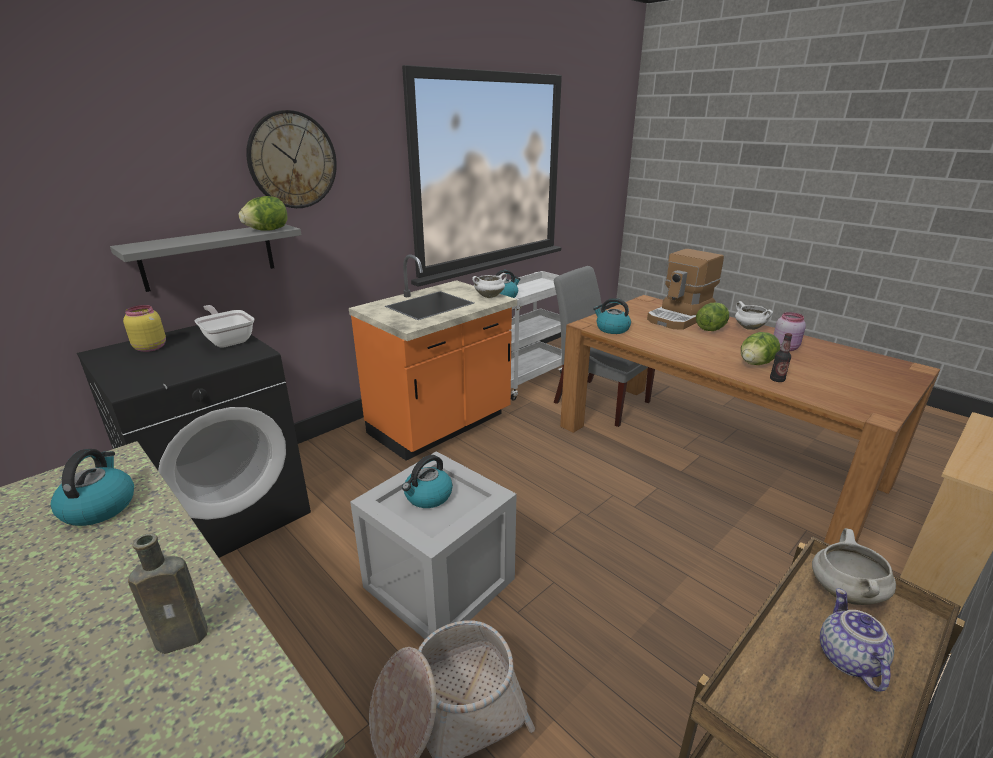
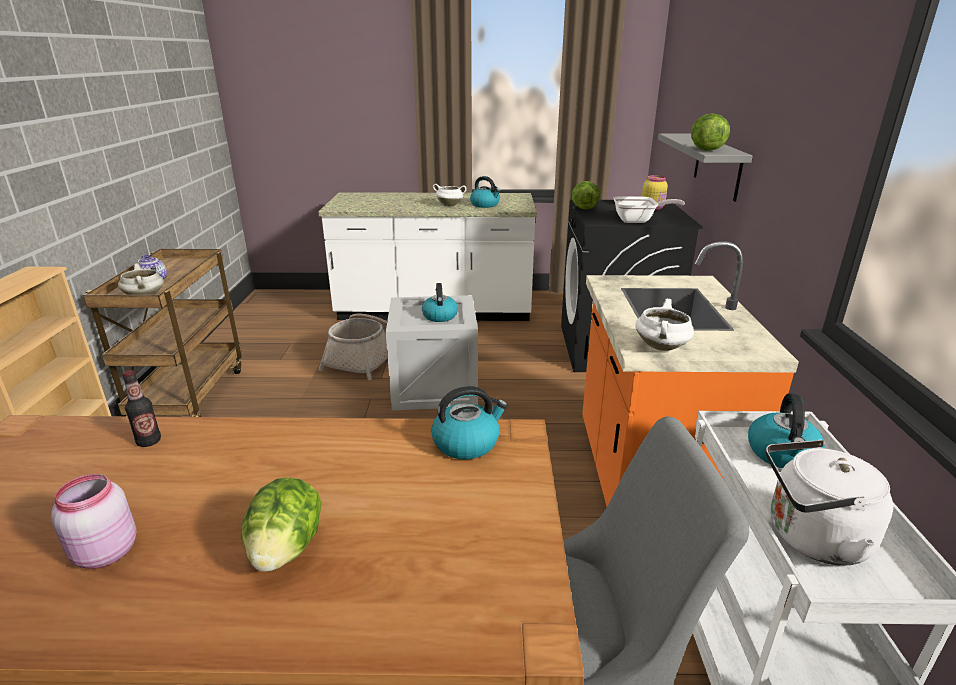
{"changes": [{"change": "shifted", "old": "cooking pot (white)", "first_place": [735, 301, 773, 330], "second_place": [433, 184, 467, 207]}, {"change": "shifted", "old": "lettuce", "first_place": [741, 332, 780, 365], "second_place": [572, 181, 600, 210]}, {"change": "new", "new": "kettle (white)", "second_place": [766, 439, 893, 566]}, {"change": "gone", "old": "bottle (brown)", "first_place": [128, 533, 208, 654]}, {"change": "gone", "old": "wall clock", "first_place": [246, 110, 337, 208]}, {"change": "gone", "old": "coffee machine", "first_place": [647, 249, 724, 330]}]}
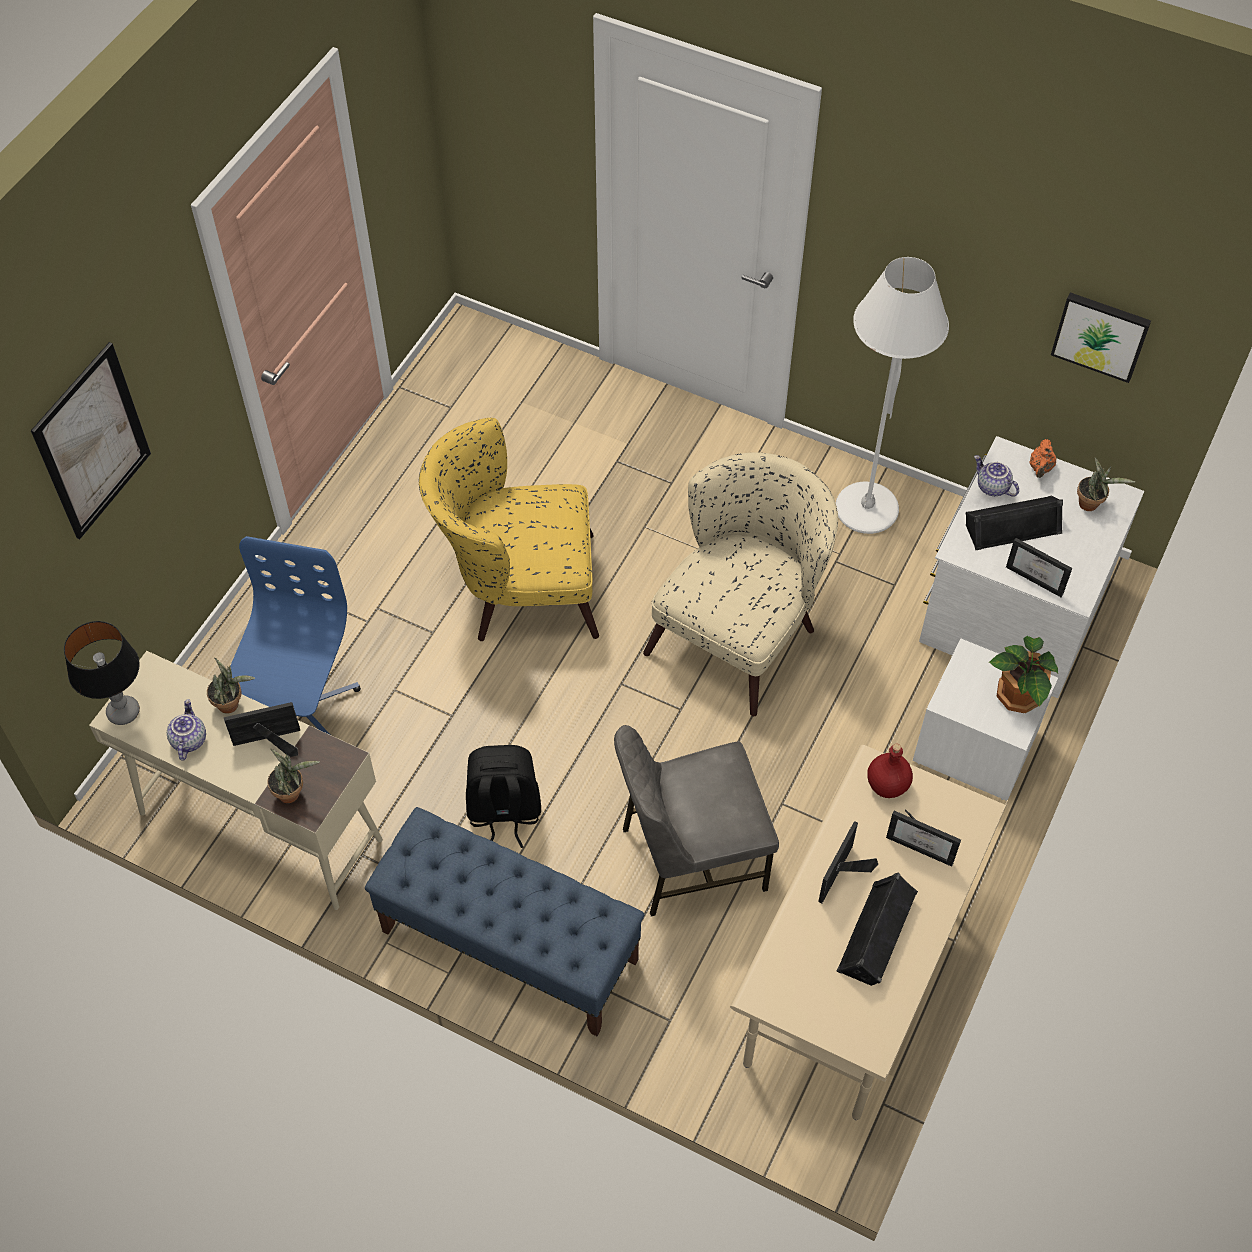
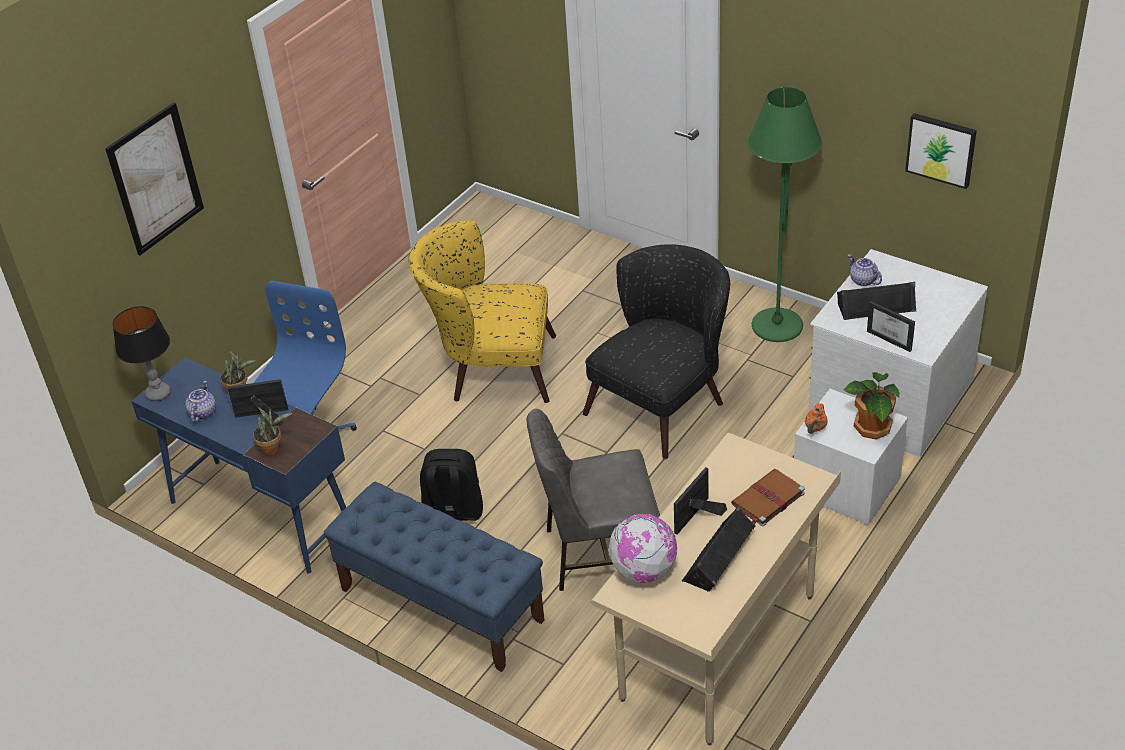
{"changes": [{"change": "repainted", "old": "desk (beige)", "new": "desk (blue)", "first_place": [89, 651, 383, 910], "second_place": [131, 357, 346, 574]}, {"change": "repainted", "old": "armchair (beige)", "new": "armchair (black)", "first_place": [643, 452, 838, 716], "second_place": [583, 244, 730, 459]}, {"change": "new", "new": "globe", "second_place": [608, 513, 677, 583]}, {"change": "swapped", "old": "picture frame", "new": "book (brown)", "first_place": [886, 809, 961, 867], "second_place": [731, 469, 805, 527]}, {"change": "repainted", "old": "floor lamp (white)", "new": "floor lamp (green)", "first_place": [836, 257, 949, 534], "second_place": [747, 87, 822, 342]}, {"change": "shifted", "old": "teapot (orange)", "first_place": [1029, 439, 1056, 478], "second_place": [805, 403, 828, 434]}, {"change": "gone", "old": "bottle (red)", "first_place": [867, 744, 913, 798]}, {"change": "gone", "old": "potted plant", "first_place": [1077, 457, 1135, 511]}]}
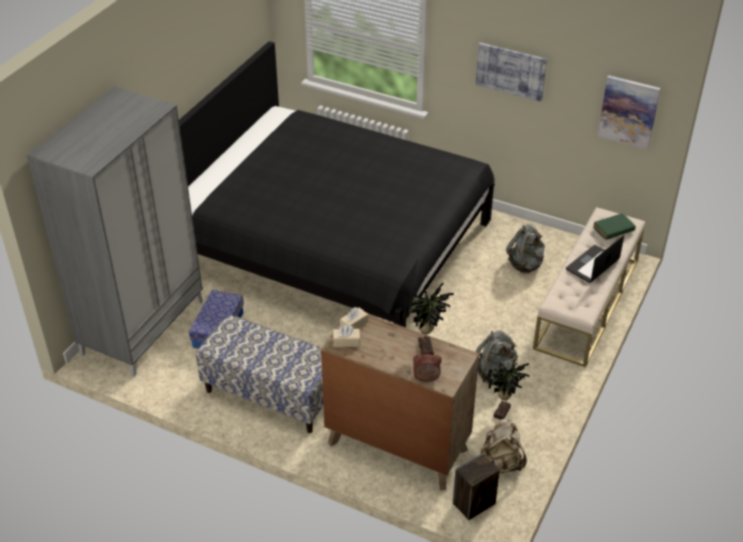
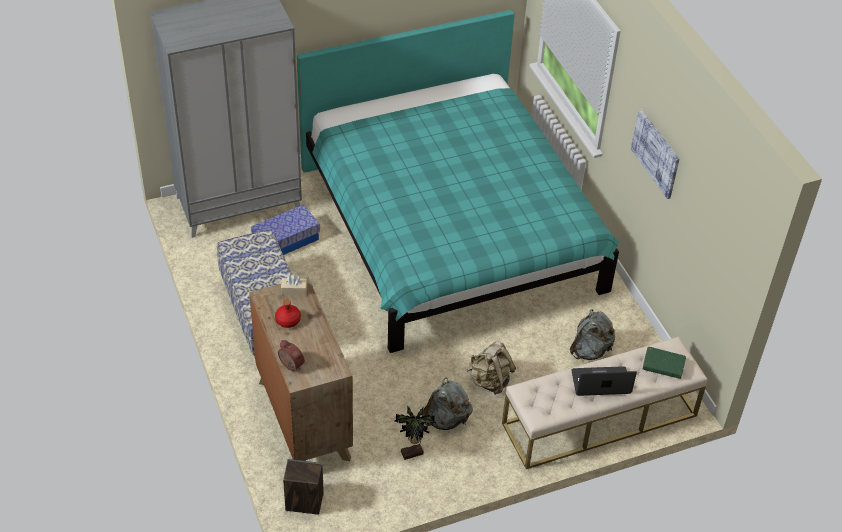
{"changes": [{"change": "new", "new": "bottle (red)", "second_place": [275, 300, 301, 328]}, {"change": "repainted", "old": "bed (black)", "new": "bed (turquoise)", "first_place": [179, 41, 495, 328], "second_place": [297, 10, 619, 353]}, {"change": "shifted", "old": "backpack (beige)", "first_place": [480, 419, 527, 474], "second_place": [467, 341, 516, 395]}, {"change": "gone", "old": "tissue box (beige)", "first_place": [333, 325, 360, 347]}, {"change": "gone", "old": "potted plant", "first_place": [406, 283, 454, 355]}, {"change": "gone", "old": "picture", "first_place": [598, 75, 661, 149]}]}
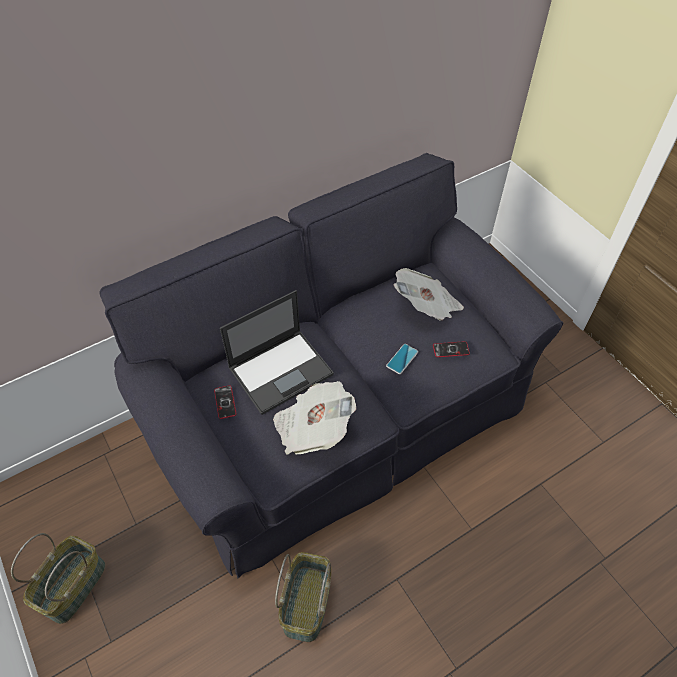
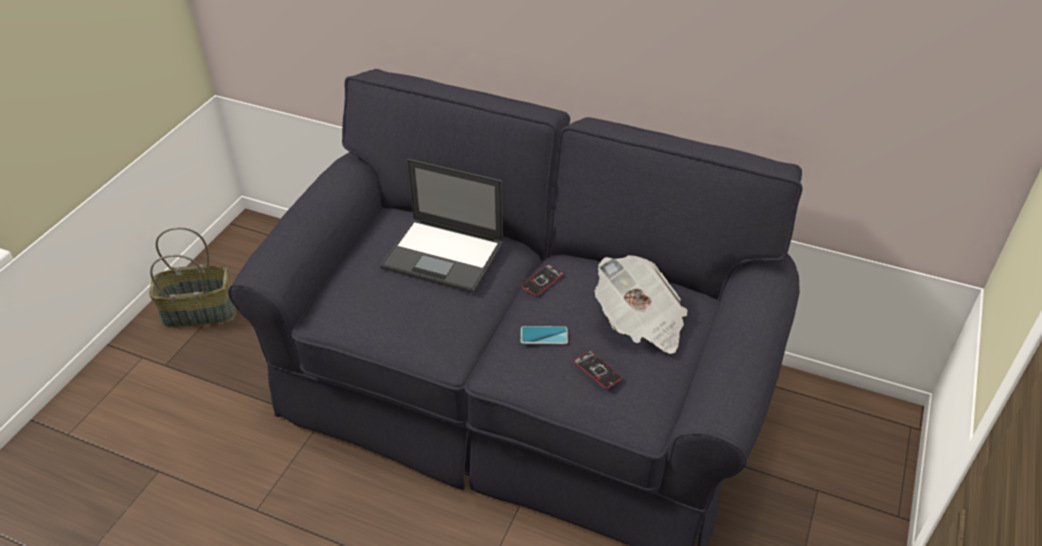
{"changes": [{"change": "shifted", "old": "phone", "first_place": [214, 385, 237, 419], "second_place": [521, 265, 564, 296]}, {"change": "gone", "old": "newspaper", "first_place": [273, 381, 356, 455]}, {"change": "gone", "old": "basket", "first_place": [275, 552, 331, 642]}]}
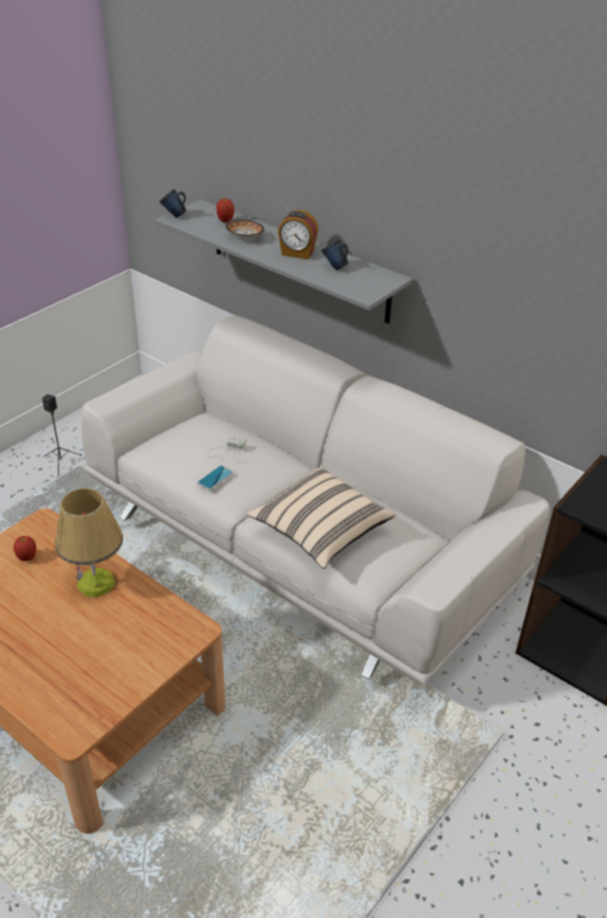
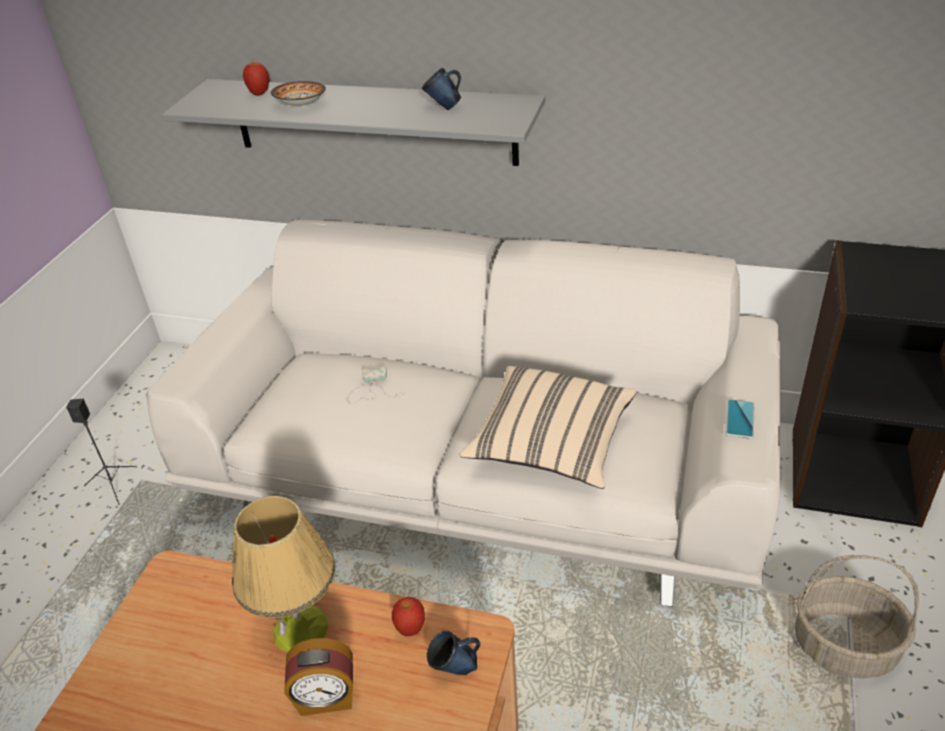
{"changes": [{"change": "shifted", "old": "alarm clock", "first_place": [278, 210, 318, 259], "second_place": [284, 638, 353, 716]}, {"change": "shifted", "old": "apple", "first_place": [13, 536, 36, 561], "second_place": [392, 597, 425, 637]}, {"change": "shifted", "old": "mug (blue)", "first_place": [159, 189, 186, 218], "second_place": [427, 631, 480, 675]}, {"change": "shifted", "old": "phone", "first_place": [197, 465, 233, 490], "second_place": [725, 399, 755, 439]}, {"change": "new", "new": "basket", "second_place": [794, 555, 919, 679]}]}
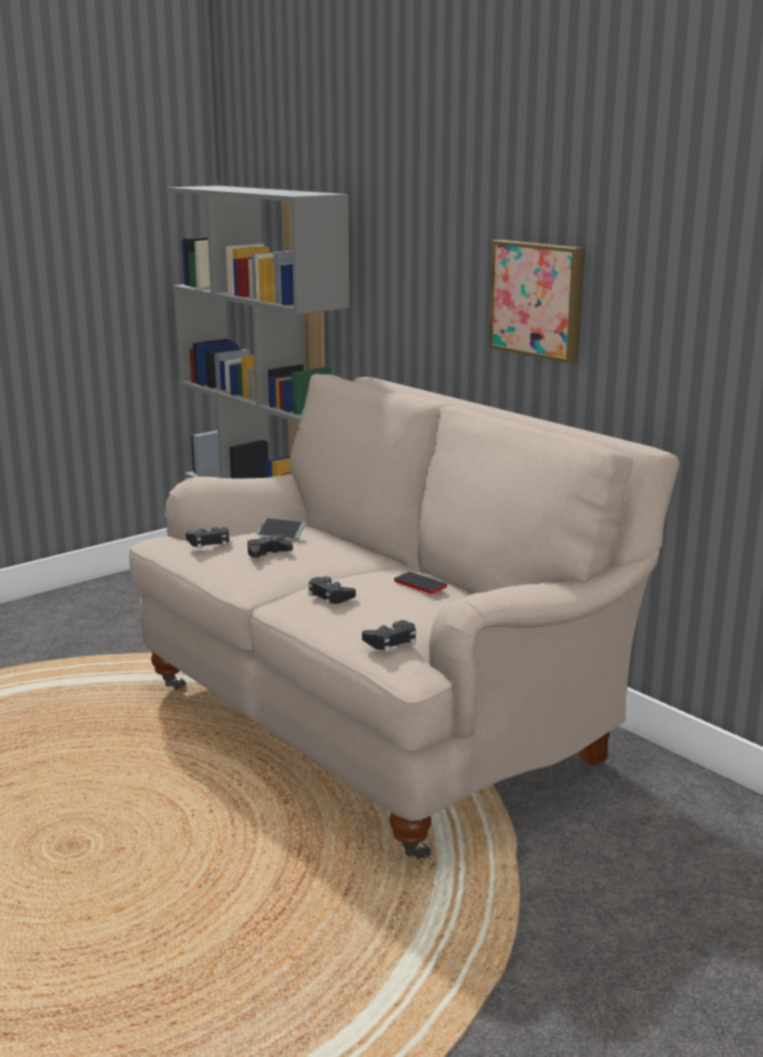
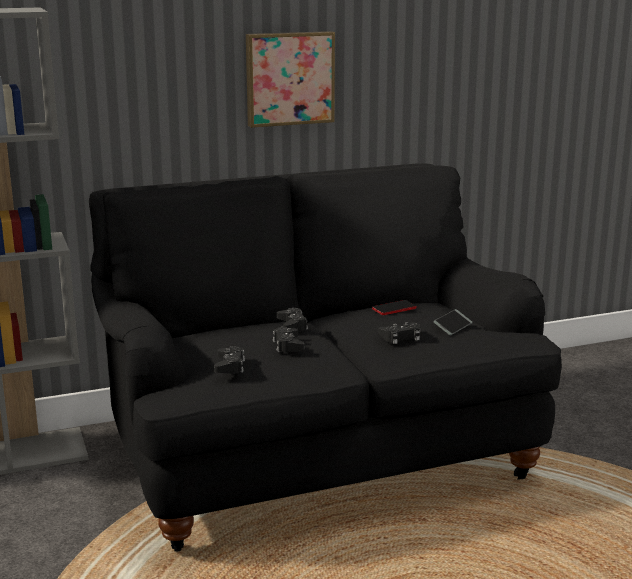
{"changes": [{"change": "repainted", "old": "sofa (beige)", "new": "sofa (black)", "first_place": [129, 374, 679, 860], "second_place": [89, 163, 562, 552]}, {"change": "shifted", "old": "game controller (black)", "first_place": [362, 620, 416, 652], "second_place": [277, 308, 308, 331]}, {"change": "shifted", "old": "phone", "first_place": [256, 518, 306, 539], "second_place": [434, 309, 472, 335]}]}
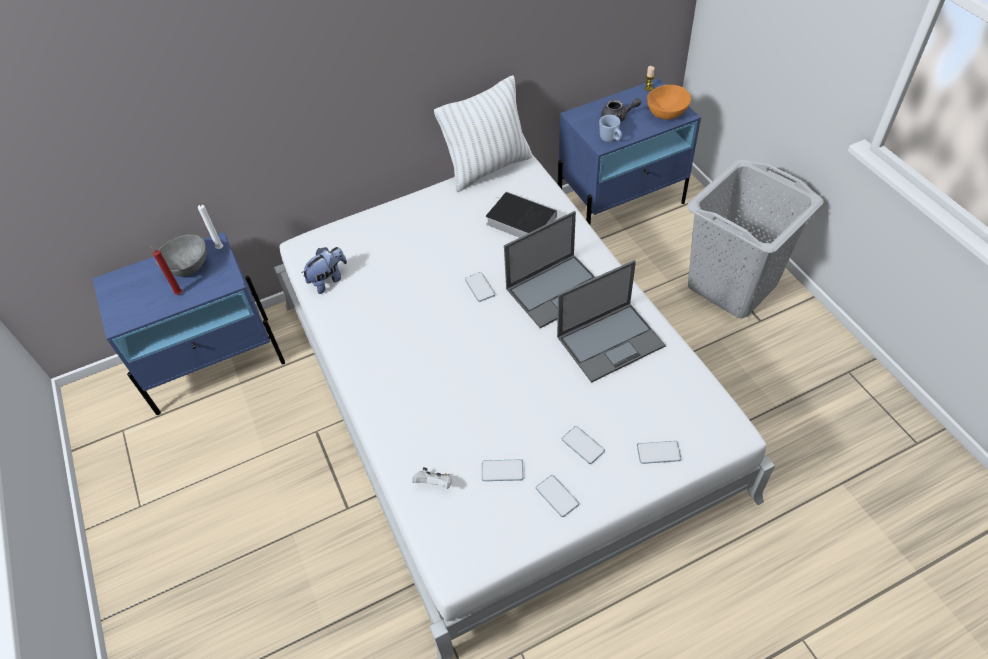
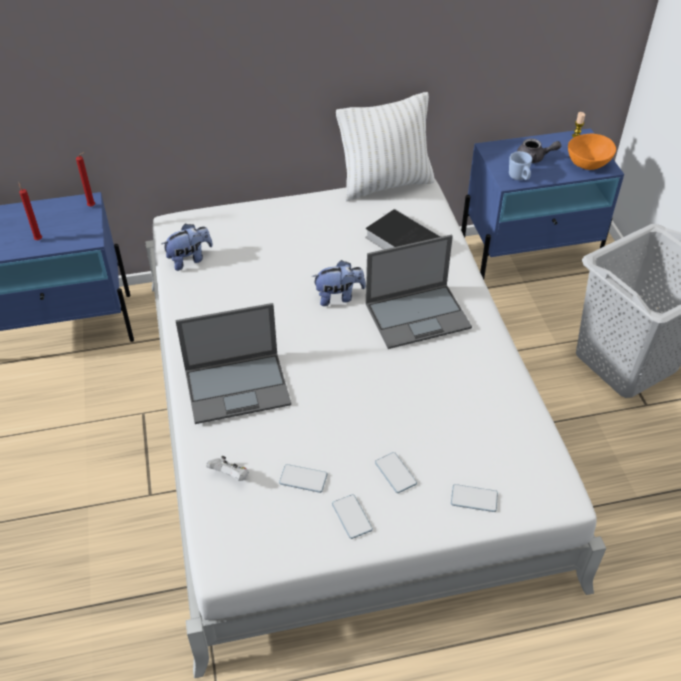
{"changes": [{"change": "repainted", "old": "candle (white)", "new": "candle (red)", "first_place": [198, 200, 223, 249], "second_place": [76, 152, 95, 207]}, {"change": "shifted", "old": "laptop", "first_place": [557, 260, 666, 383], "second_place": [175, 303, 291, 424]}, {"change": "swapped", "old": "phone", "new": "plush toy", "first_place": [465, 272, 495, 302], "second_place": [311, 260, 366, 306]}, {"change": "gone", "old": "bowl (grey)", "first_place": [156, 235, 207, 276]}]}
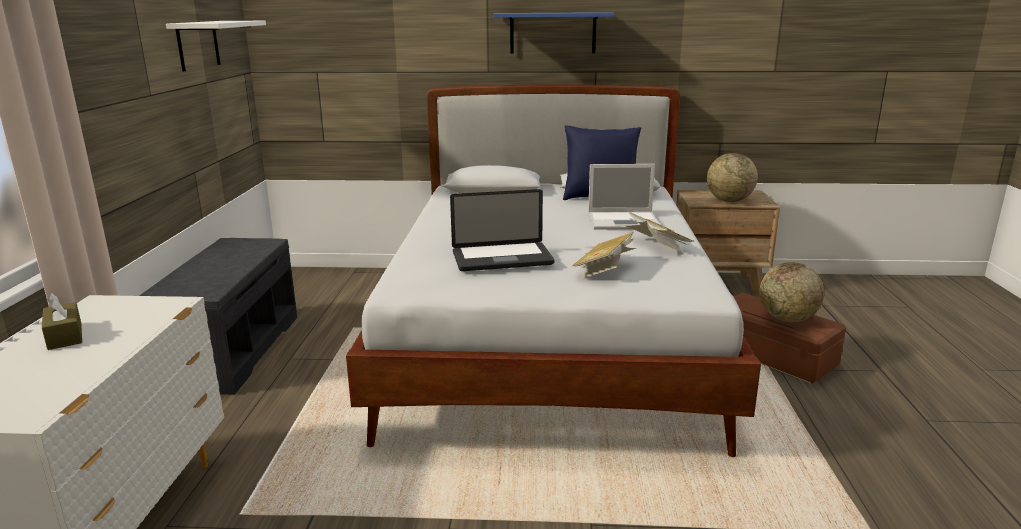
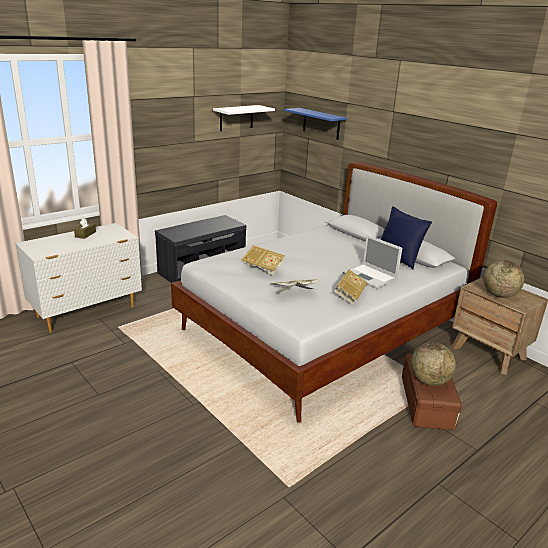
{"changes": [{"change": "swapped", "old": "laptop", "new": "book", "first_place": [450, 189, 554, 271], "second_place": [241, 245, 285, 275]}, {"change": "shifted", "old": "shelf (blue)", "first_place": [493, 12, 614, 53], "second_place": [285, 108, 347, 140]}]}
